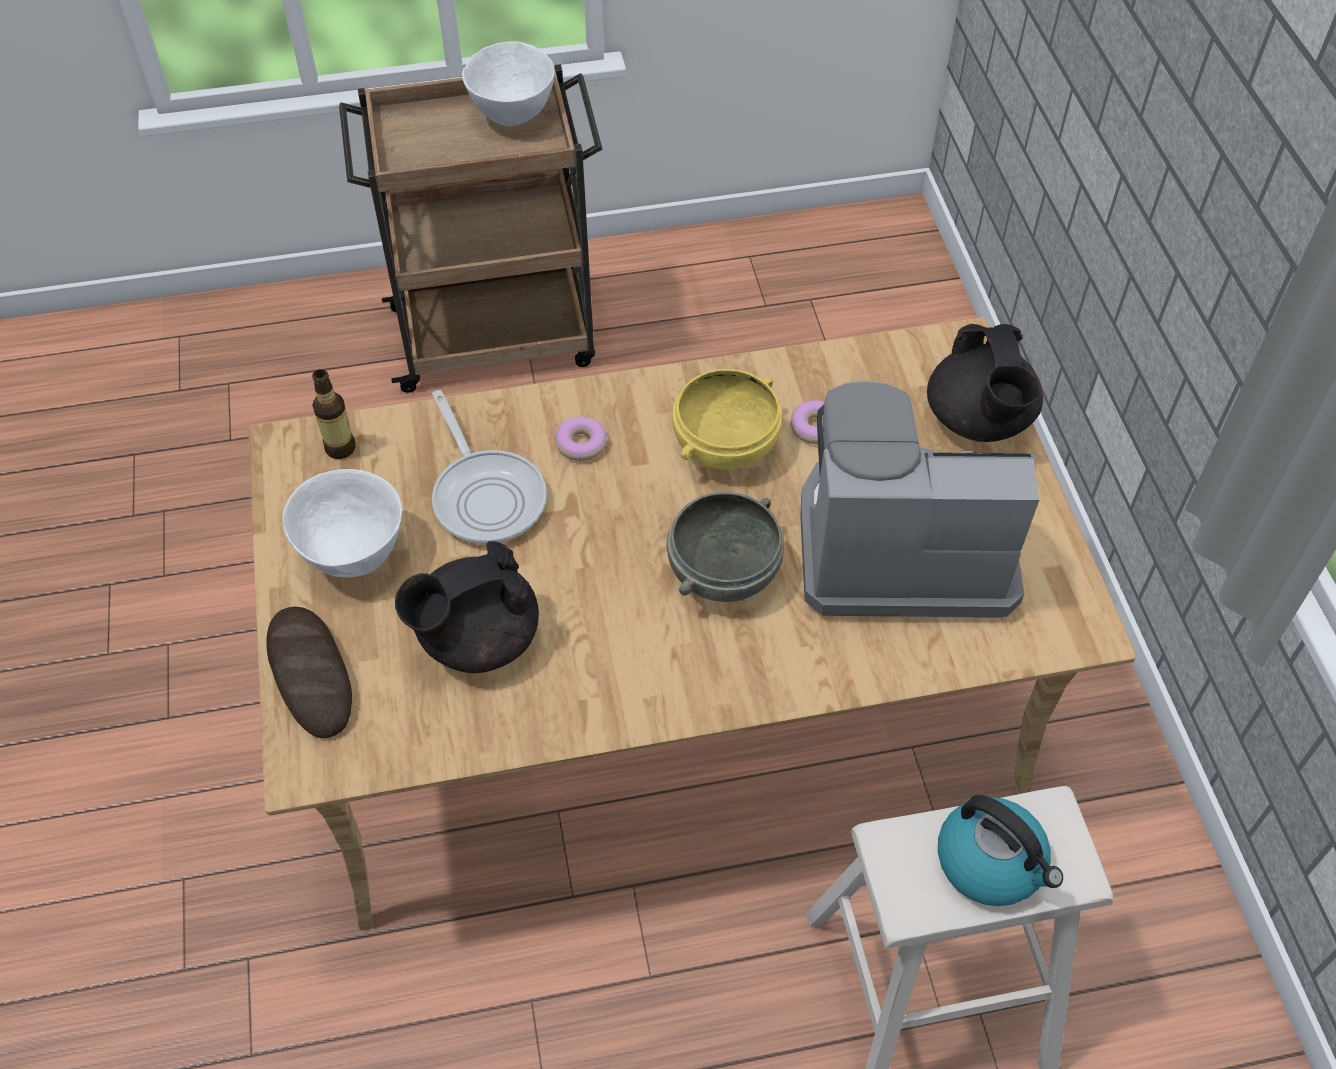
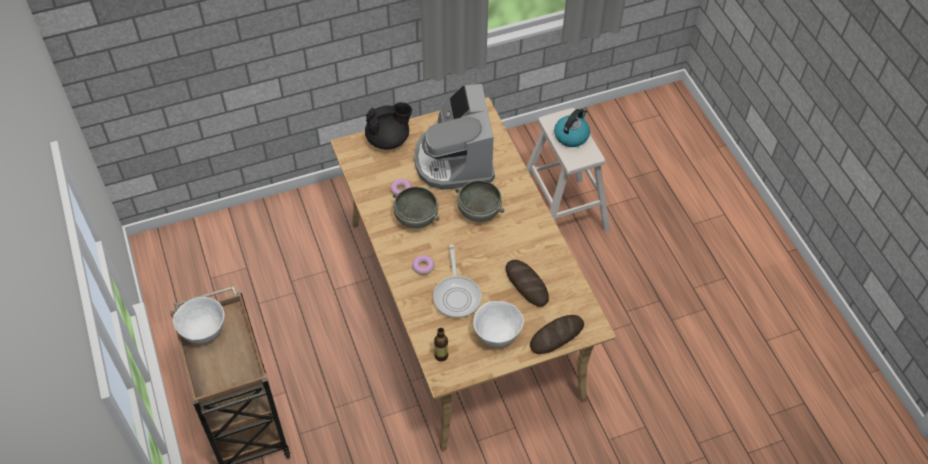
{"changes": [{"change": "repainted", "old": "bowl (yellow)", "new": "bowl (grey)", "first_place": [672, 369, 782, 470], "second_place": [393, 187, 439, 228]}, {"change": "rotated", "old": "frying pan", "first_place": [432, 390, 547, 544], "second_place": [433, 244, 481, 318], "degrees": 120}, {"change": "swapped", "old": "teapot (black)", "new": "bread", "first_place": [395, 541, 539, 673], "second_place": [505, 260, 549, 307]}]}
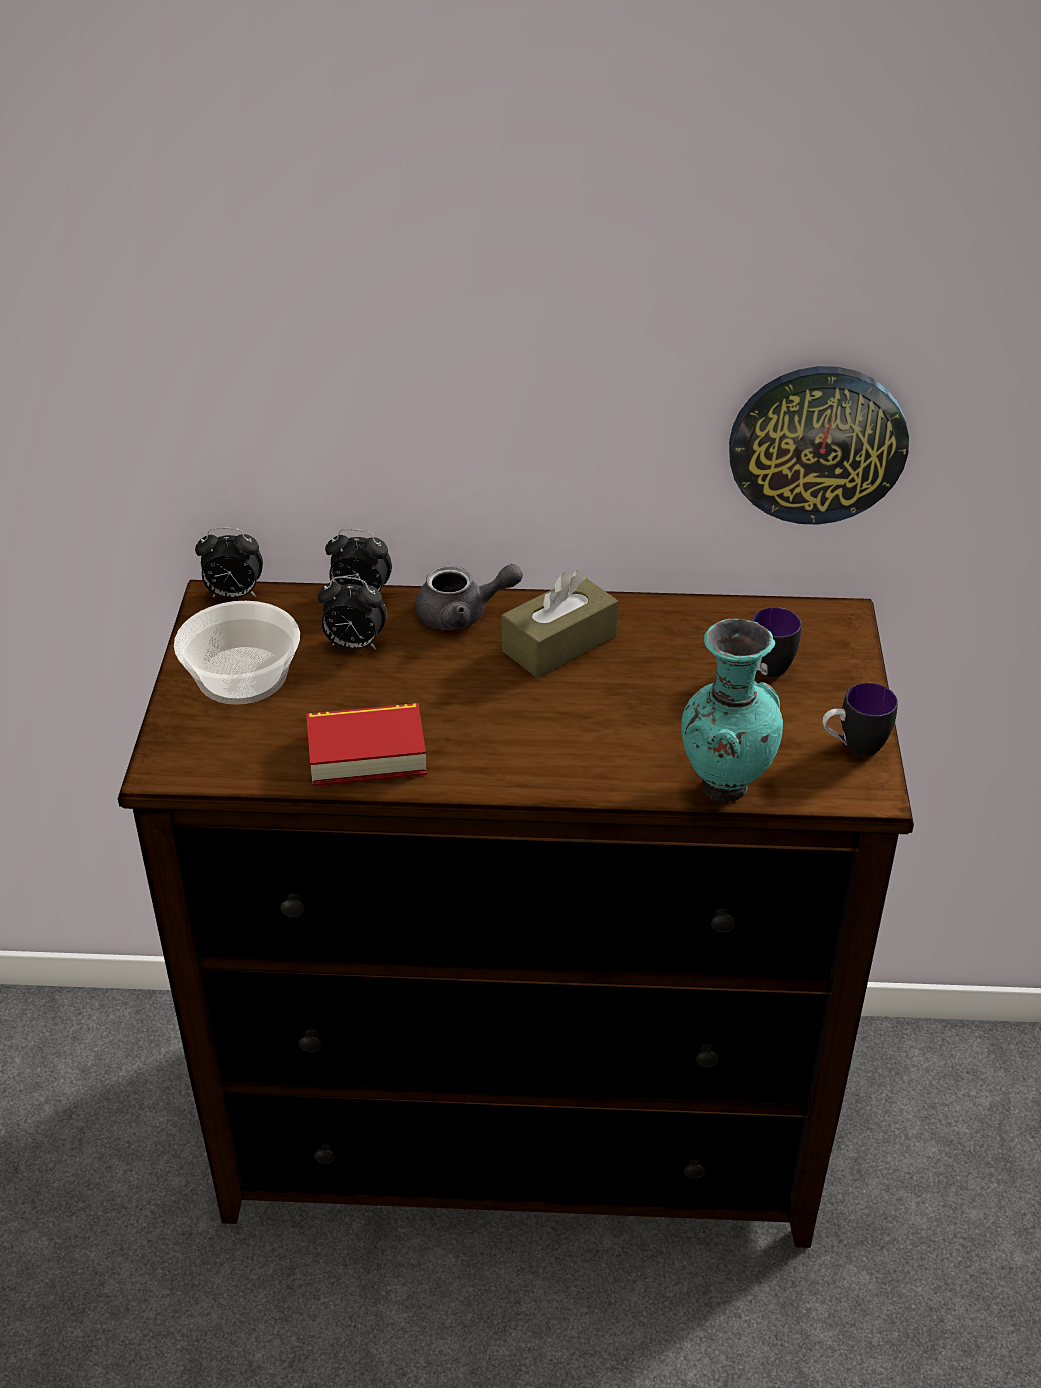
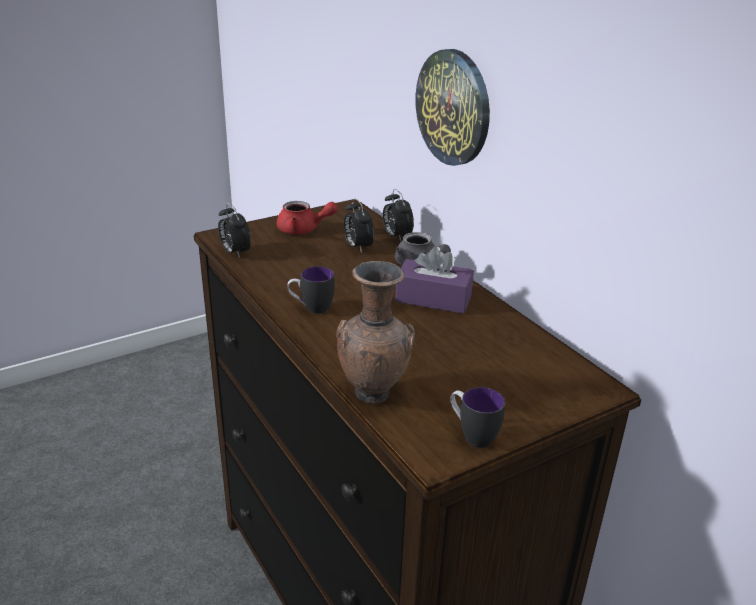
{"changes": [{"change": "shifted", "old": "alarm clock", "first_place": [195, 527, 263, 599], "second_place": [218, 203, 251, 258]}, {"change": "swapped", "old": "bowl", "new": "teapot (red)", "first_place": [174, 601, 300, 705], "second_place": [277, 201, 338, 234]}, {"change": "shifted", "old": "mug", "first_place": [752, 607, 801, 677], "second_place": [287, 266, 335, 314]}, {"change": "repainted", "old": "vase (turquoise)", "new": "vase (brown)", "first_place": [681, 619, 783, 802], "second_place": [336, 261, 415, 405]}, {"change": "repainted", "old": "tissue box (brown)", "new": "tissue box (purple)", "first_place": [502, 570, 618, 678], "second_place": [395, 246, 474, 314]}, {"change": "shifted", "old": "wall clock", "first_place": [729, 366, 909, 525], "second_place": [416, 49, 490, 166]}, {"change": "gone", "old": "book", "first_place": [306, 703, 427, 786]}]}
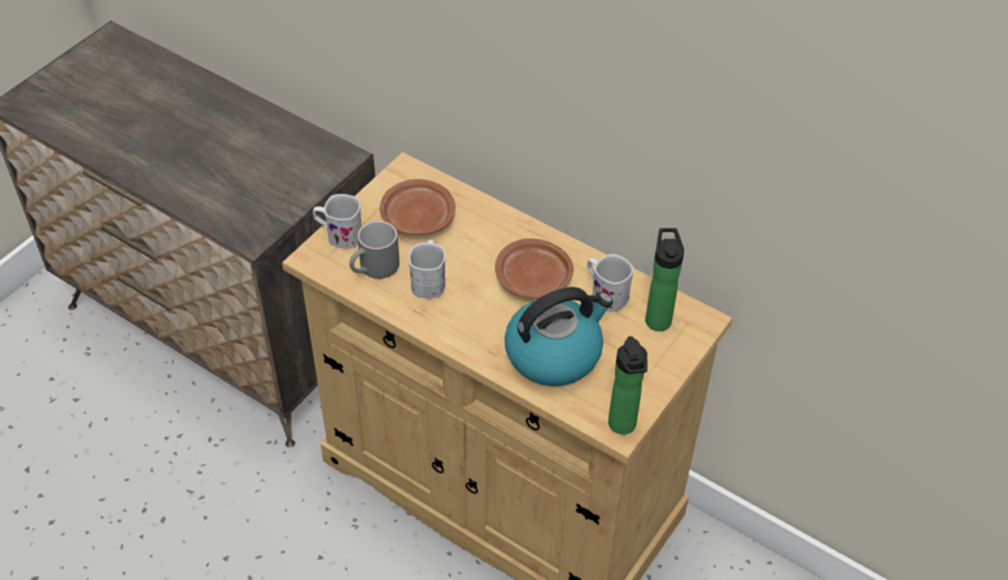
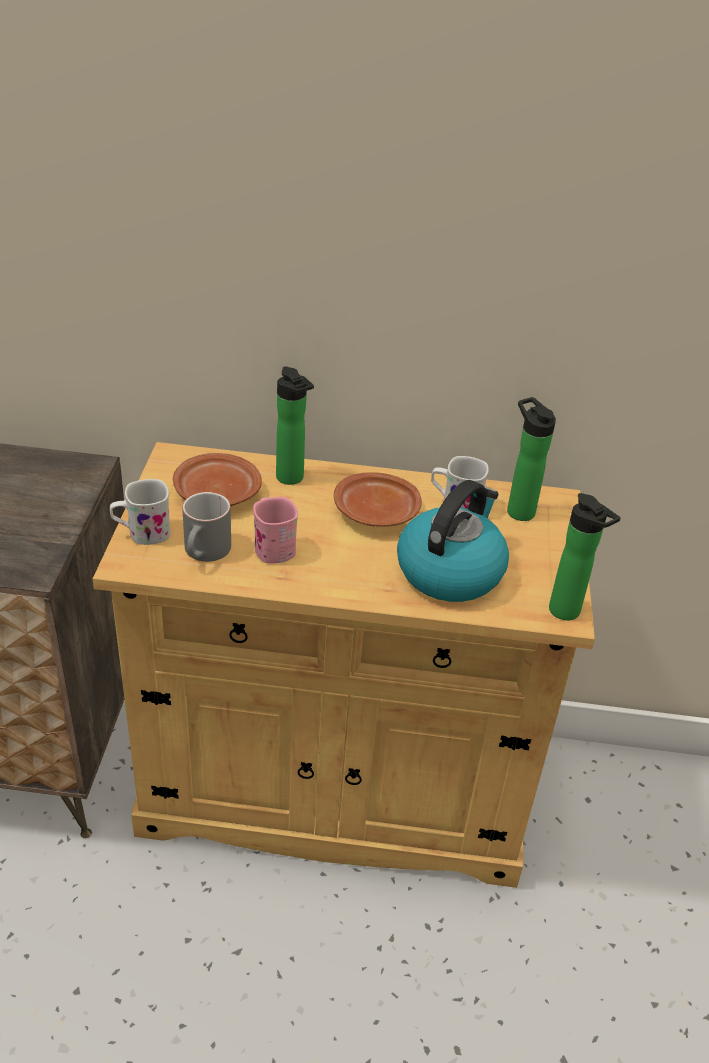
{"changes": [{"change": "repainted", "old": "mug (white)", "new": "mug (pink)", "first_place": [408, 240, 446, 298], "second_place": [253, 497, 298, 564]}, {"change": "new", "new": "bottle", "second_place": [276, 367, 314, 485]}]}
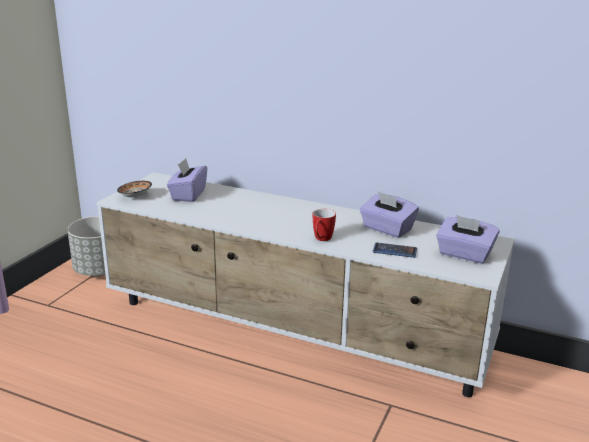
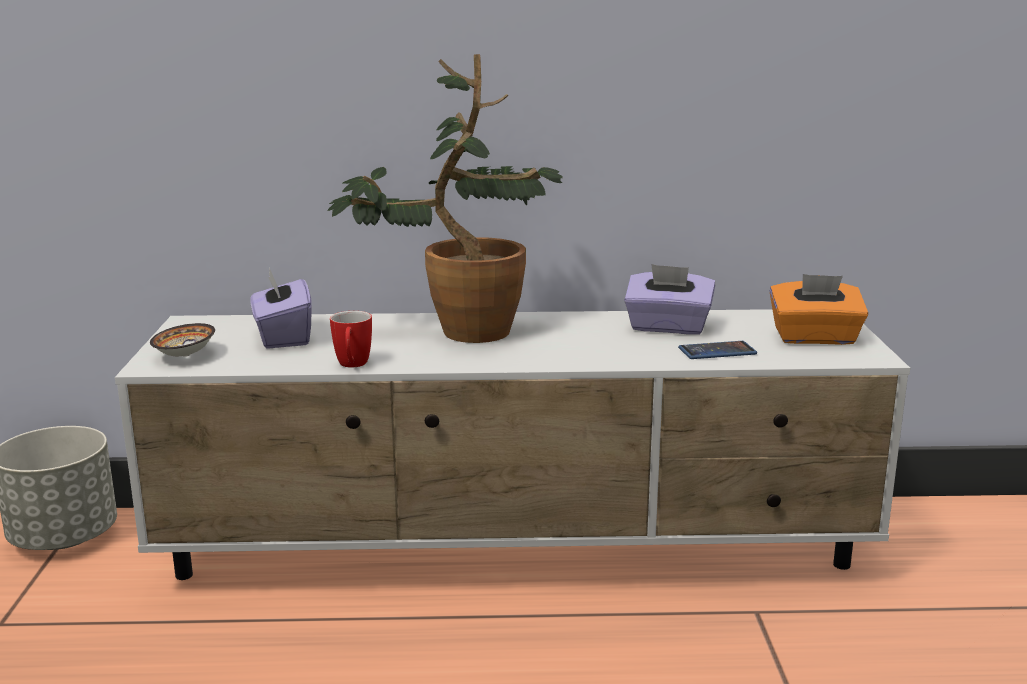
{"changes": [{"change": "new", "new": "potted plant", "second_place": [328, 54, 563, 343]}, {"change": "shifted", "old": "mug", "first_place": [313, 209, 336, 241], "second_place": [330, 311, 372, 368]}, {"change": "repainted", "old": "tissue box (purple)", "new": "tissue box (orange)", "first_place": [436, 215, 500, 264], "second_place": [770, 274, 868, 345]}]}
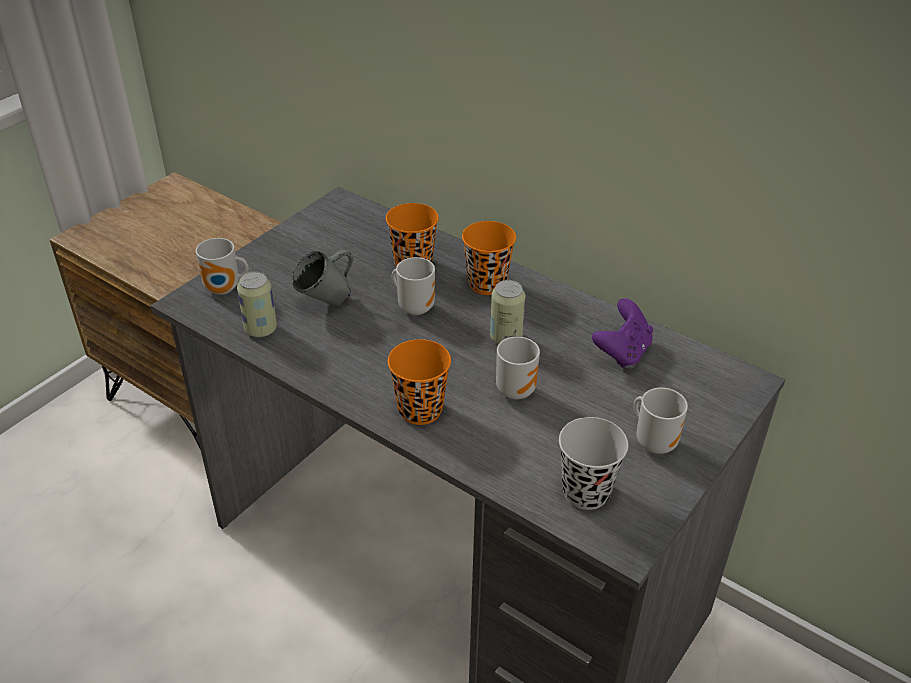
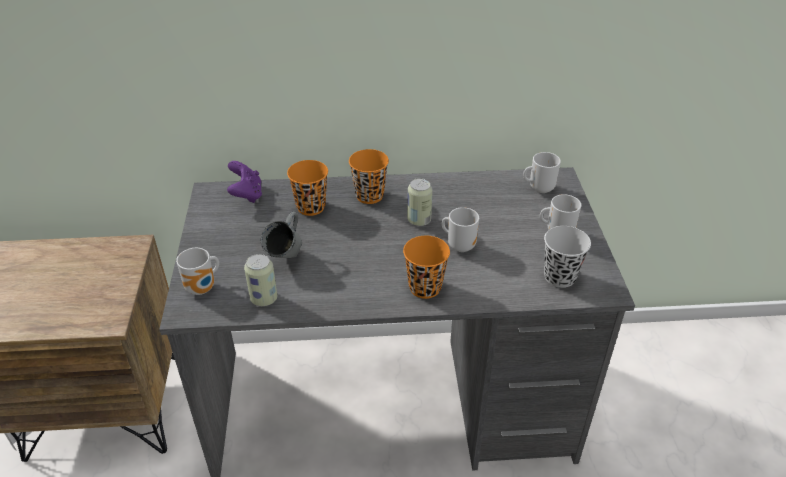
{"changes": [{"change": "shifted", "old": "game controller (purple)", "first_place": [592, 298, 653, 368], "second_place": [227, 161, 262, 203]}, {"change": "shifted", "old": "mug", "first_place": [392, 257, 435, 315], "second_place": [523, 152, 561, 193]}]}
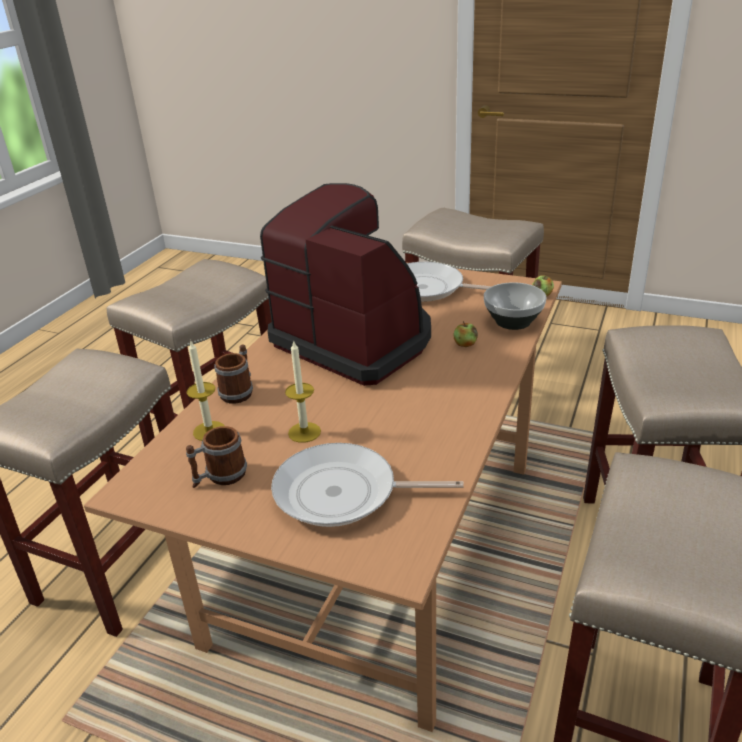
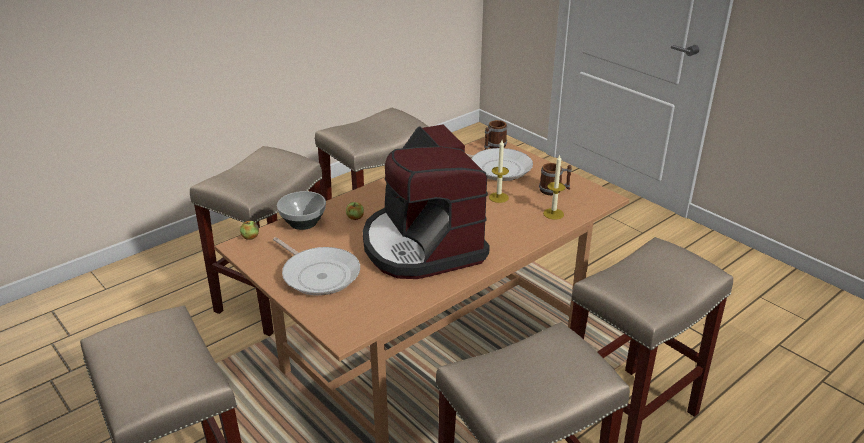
{"changes": [{"change": "shifted", "old": "mug", "first_place": [214, 344, 253, 404], "second_place": [484, 120, 507, 150]}]}
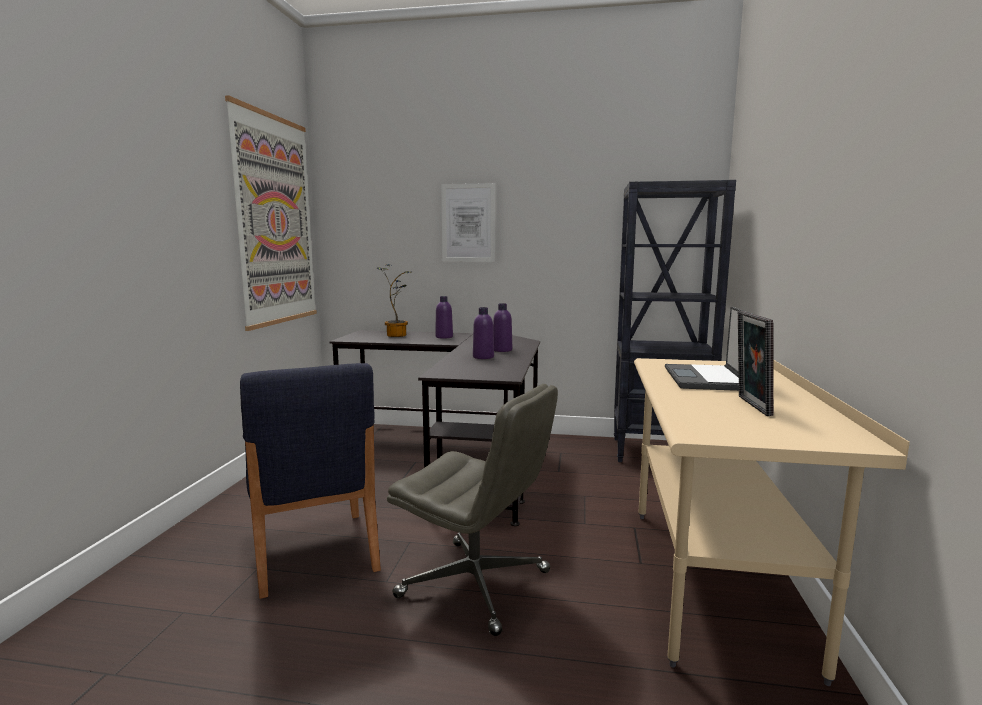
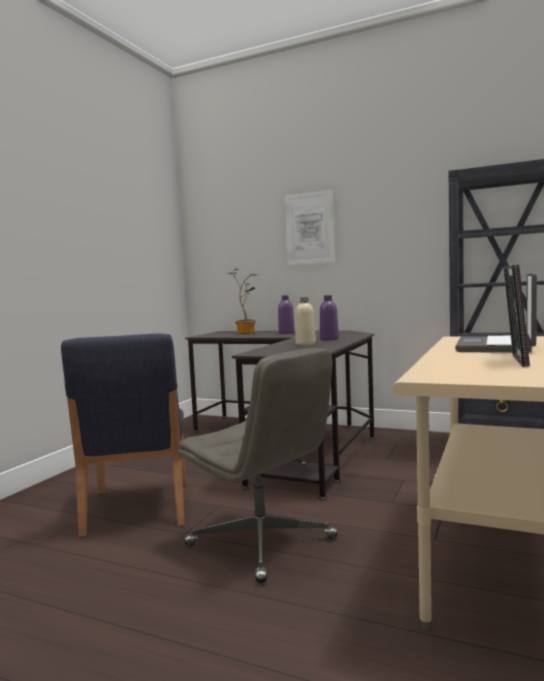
{"changes": [{"change": "repainted", "old": "bottle (purple)", "new": "bottle (beige)", "first_place": [473, 307, 494, 359], "second_place": [295, 297, 316, 345]}, {"change": "gone", "old": "picture", "first_place": [225, 95, 317, 331]}]}
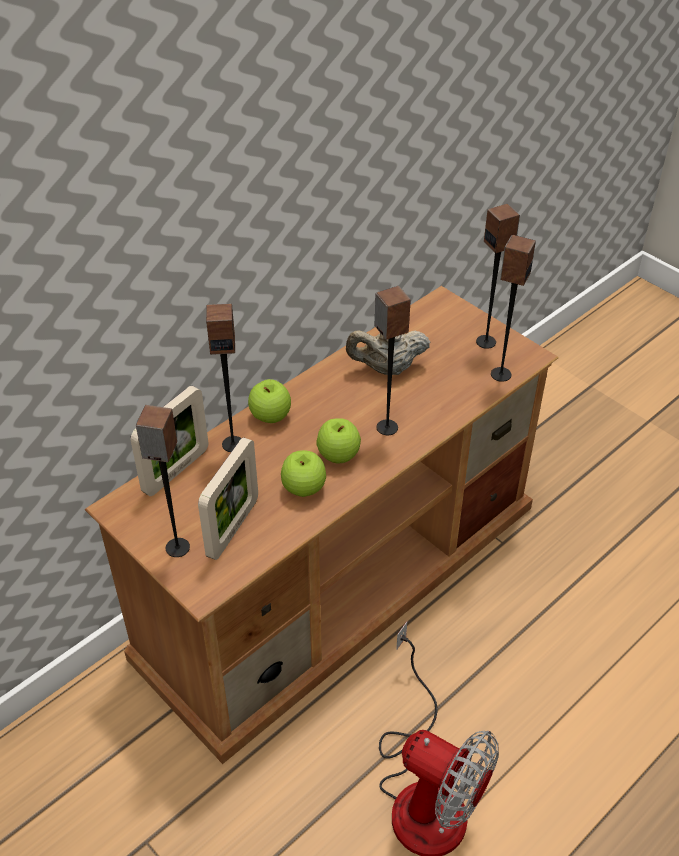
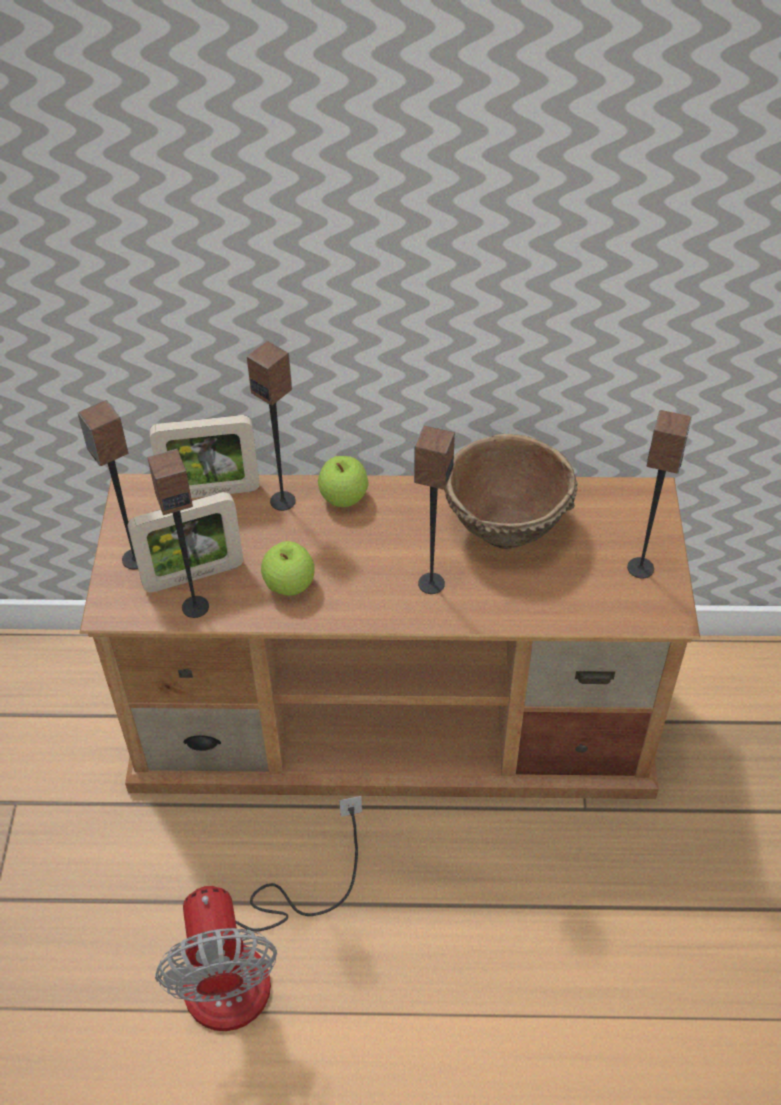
{"changes": [{"change": "shifted", "old": "speaker", "first_place": [491, 235, 536, 382], "second_place": [148, 449, 209, 618]}, {"change": "swapped", "old": "teapot (beige)", "new": "bowl (brown)", "first_place": [346, 331, 430, 375], "second_place": [444, 434, 578, 549]}, {"change": "gone", "old": "apple", "first_place": [316, 418, 361, 463]}]}
